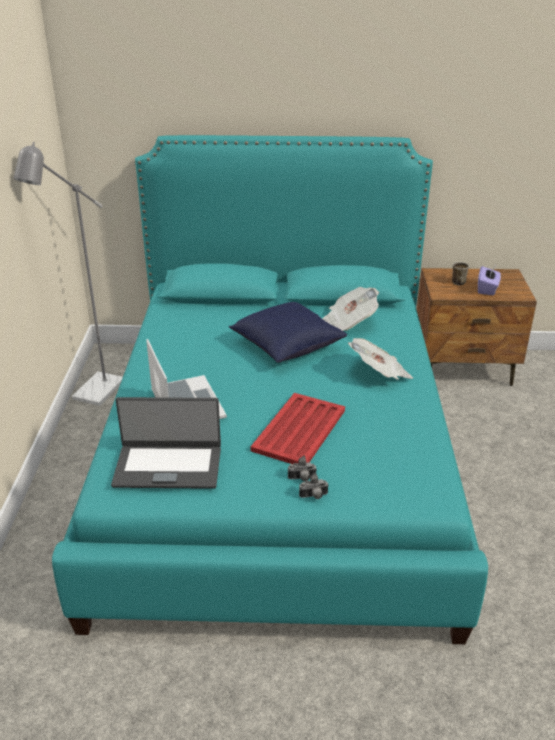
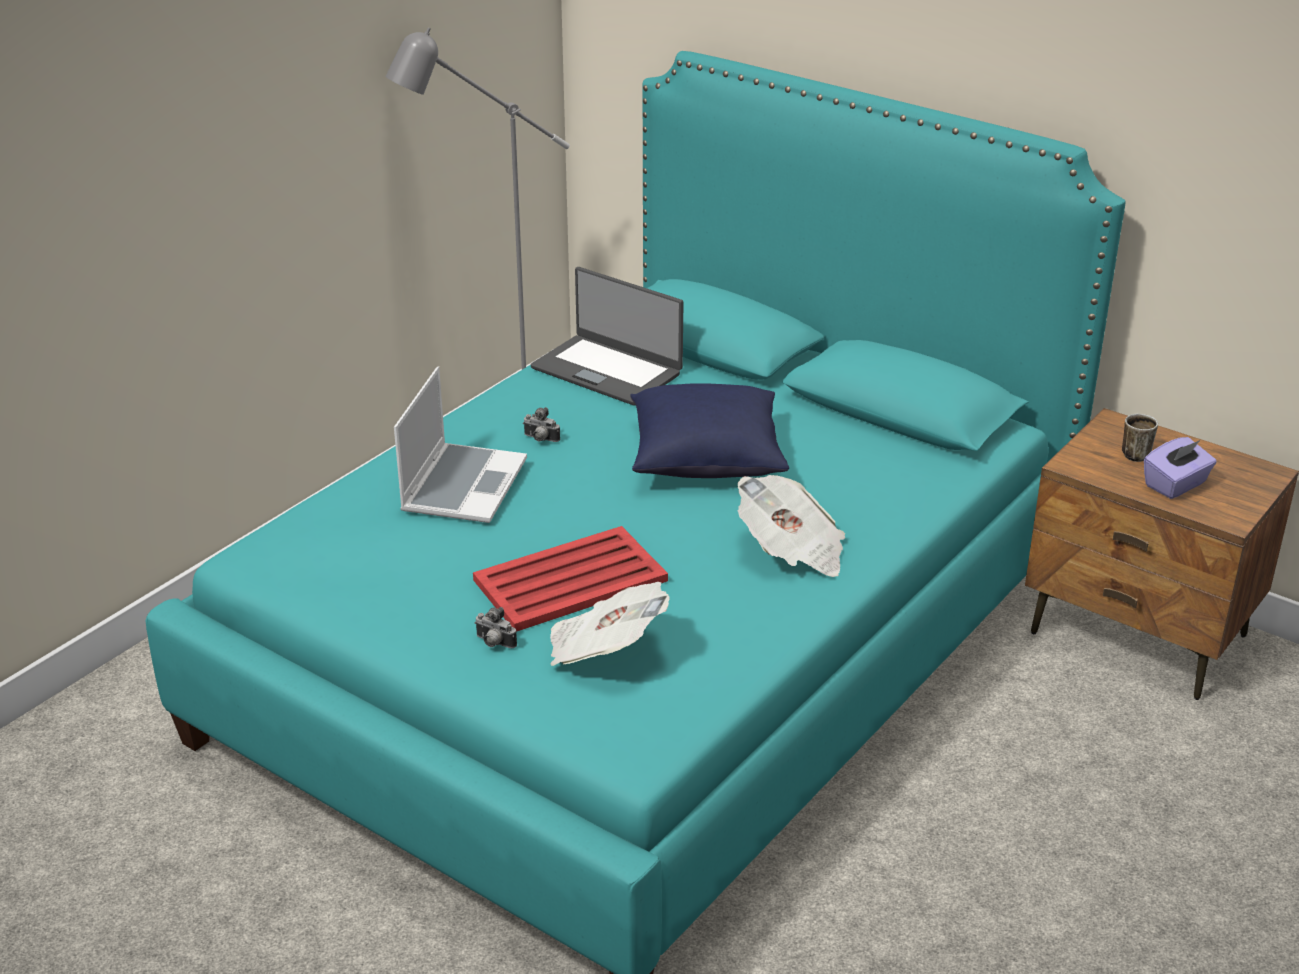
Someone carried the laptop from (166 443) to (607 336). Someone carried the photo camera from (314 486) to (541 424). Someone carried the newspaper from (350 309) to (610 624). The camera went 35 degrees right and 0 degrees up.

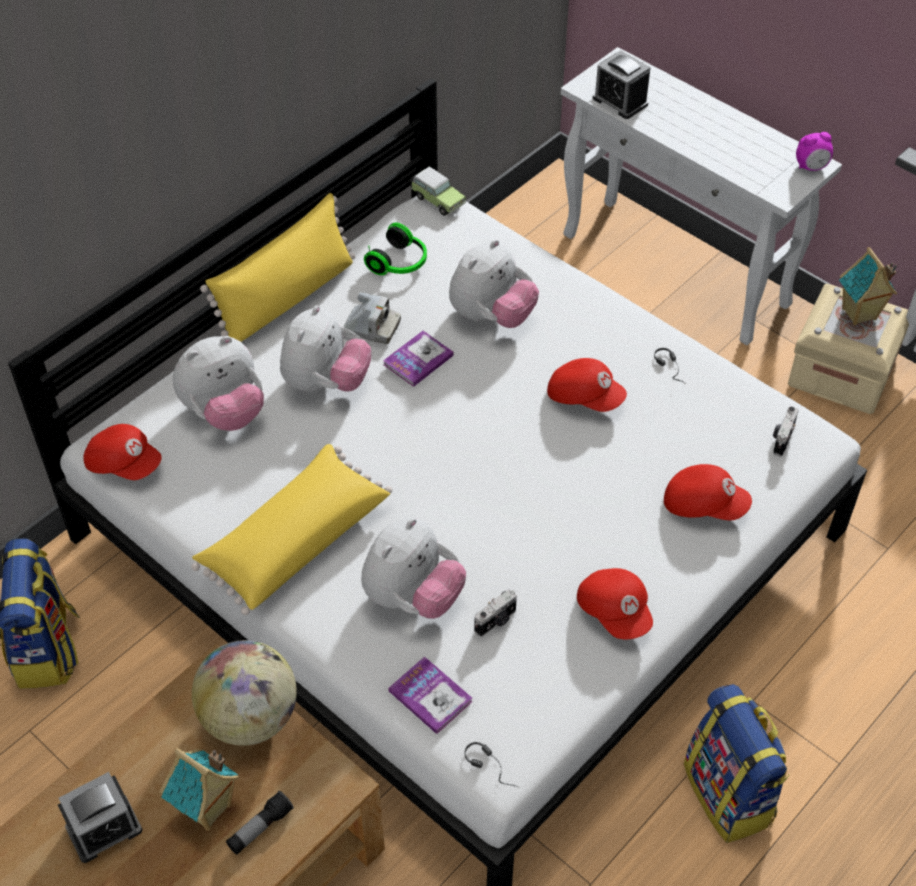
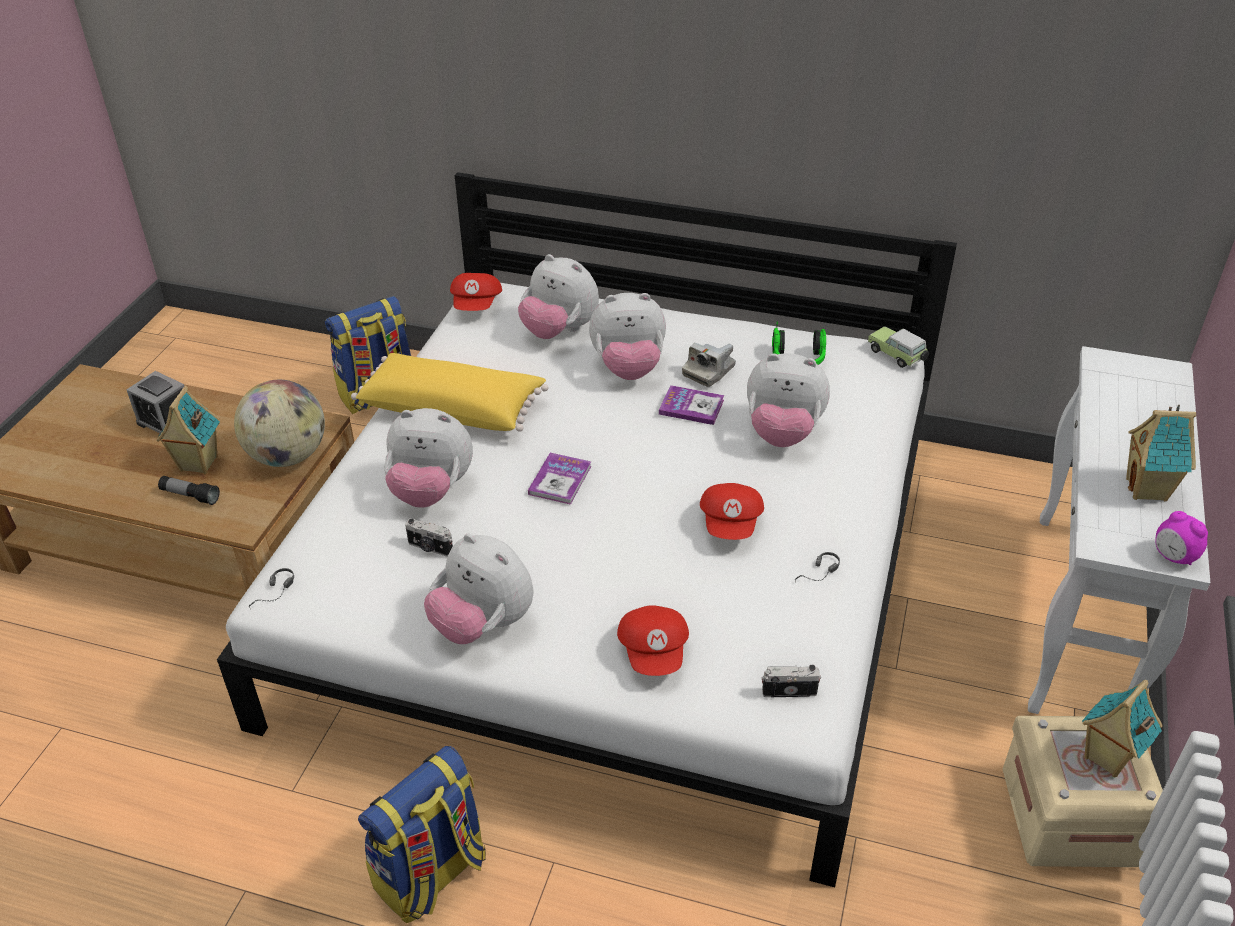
Someone took away the pillow (yellow) at (277 267). Someone rotated the photo camera at (372 318) by 45 degrees clockwise. Someone carried the book from (431 695) to (559 479). Someone rotated the toy car at (438 191) by 120 degrees clockwise. Someone swapped the cap (red) at (615 603) for the plush toy at (479 589). Someone took away the alarm clock at (622 84). Someone put down the toy house at (1161 453). The camera went 65 degrees right and 10 degrees down.

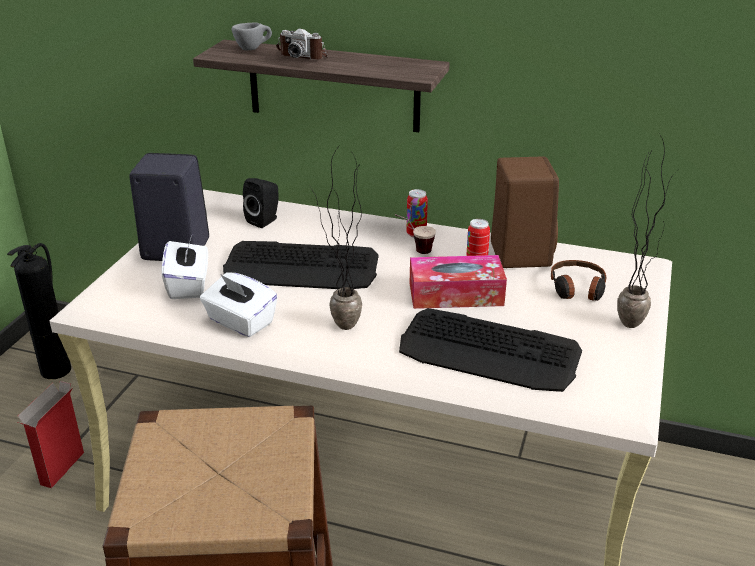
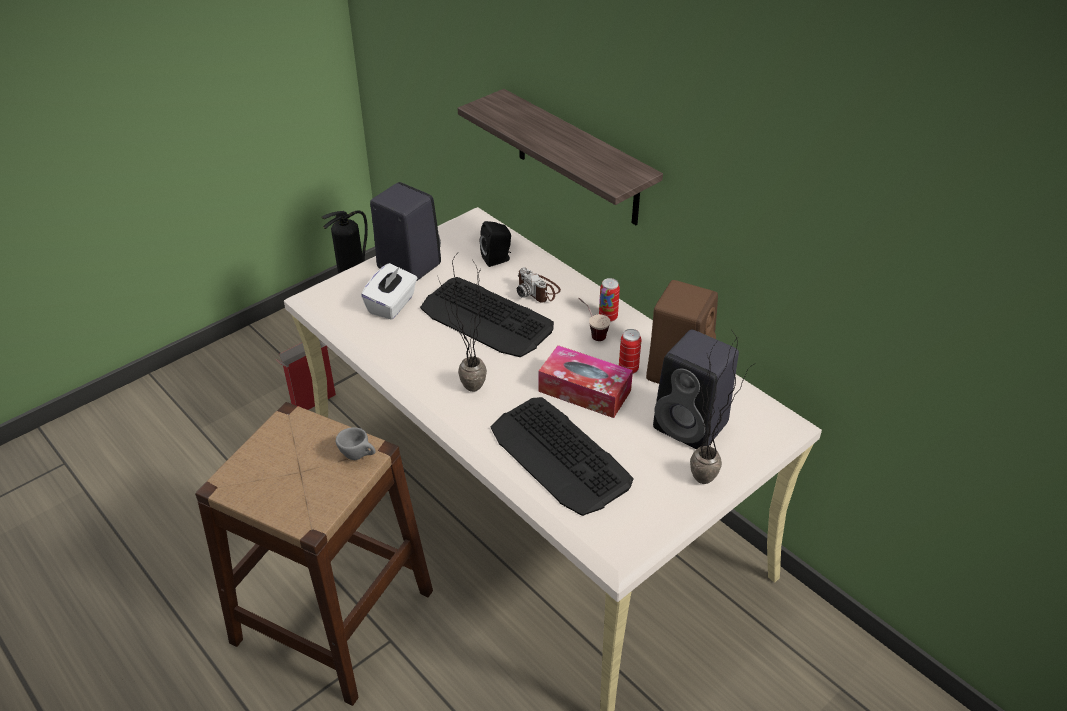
Someone took away the tissue box (white) at (239 304). Someone carried the cup (grey) from (252 36) to (356 443). Someone carried the photo camera from (302 44) to (539 285). Someone swapped the headphones at (579 280) for the speaker (black) at (696 389). The camera went 30 degrees right and 10 degrees up.

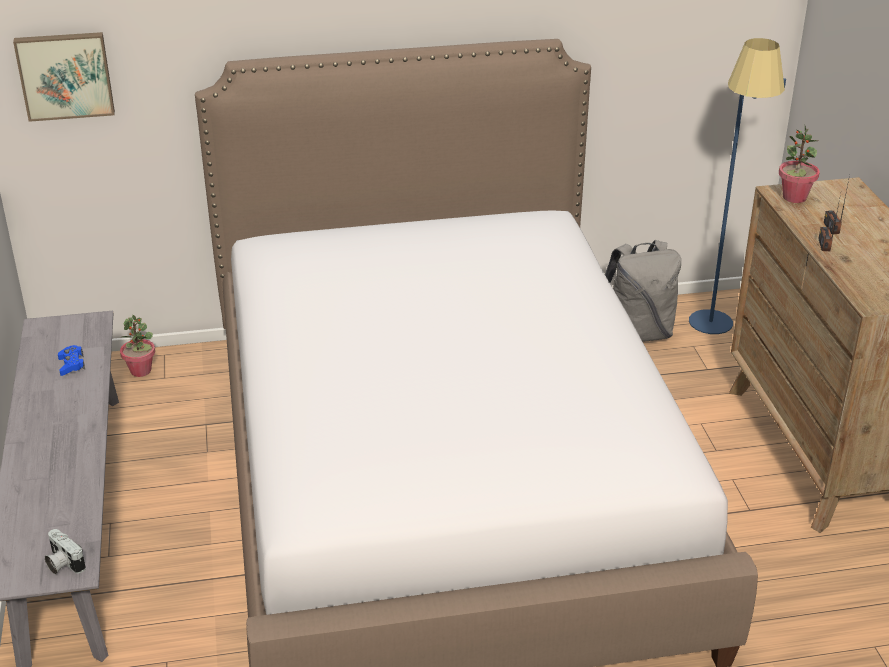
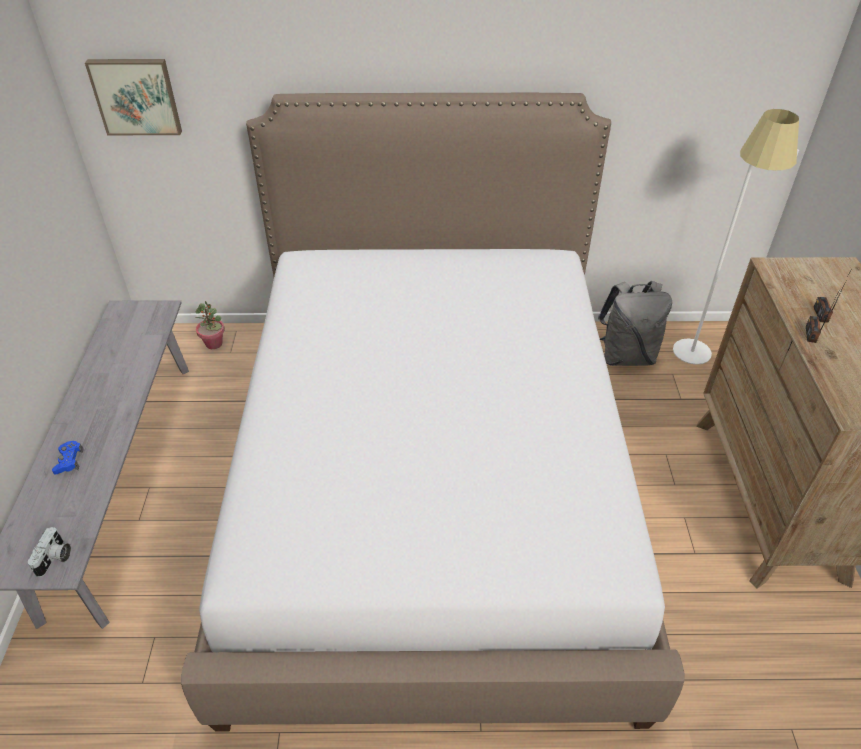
Someone rotated the photo camera at (65 551) by 135 degrees counterclockwise. Someone carried the game controller (blue) from (71 360) to (68 458). Someone repainted the floor lamp (blue) at (737 186), which became the floor lamp (white) at (736 237). Someone took away the potted plant at (799 164). The camera went 10 degrees right and 10 degrees up.

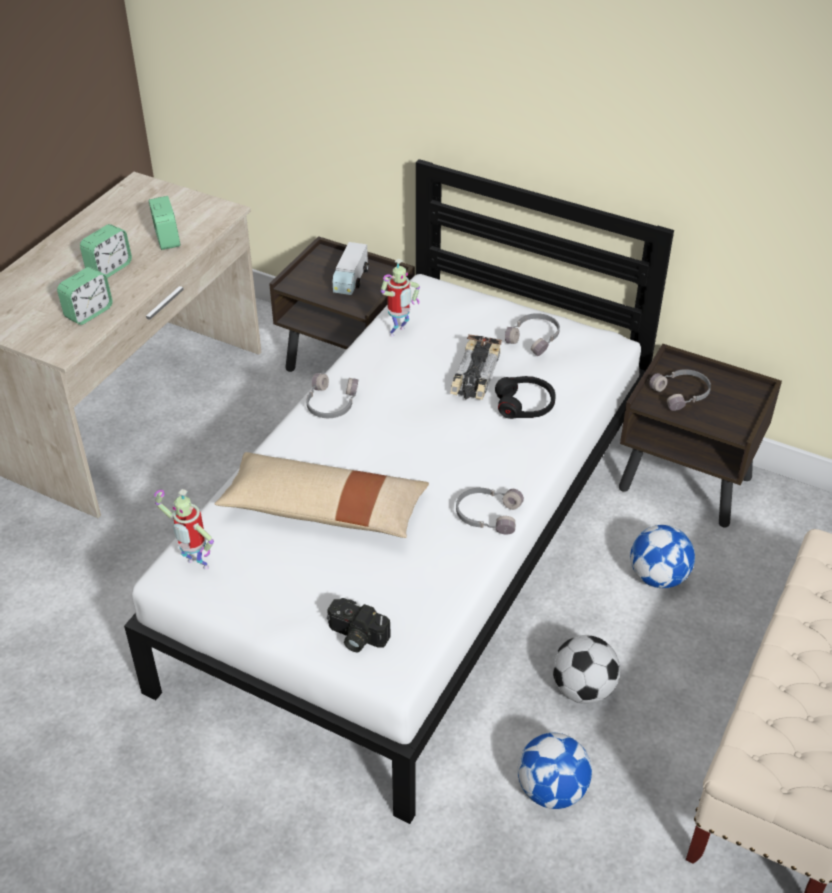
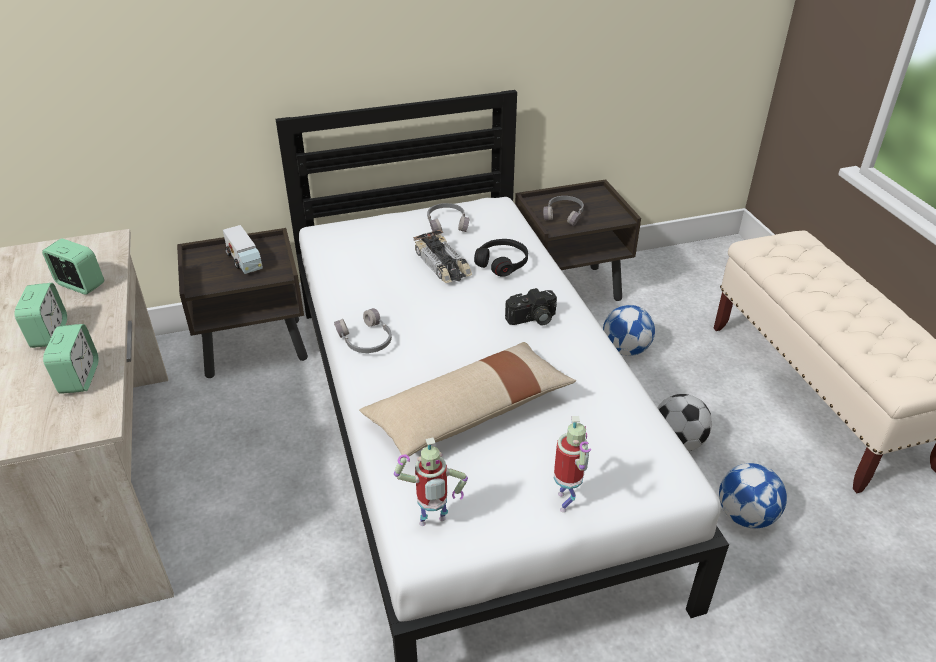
Someone carried the photo camera from (359 625) to (531 306). Someone carried the toy robot from (400 298) to (572 464). Someone took away the headphones (grey) at (490 511). The camera went 45 degrees left and 5 degrees down.

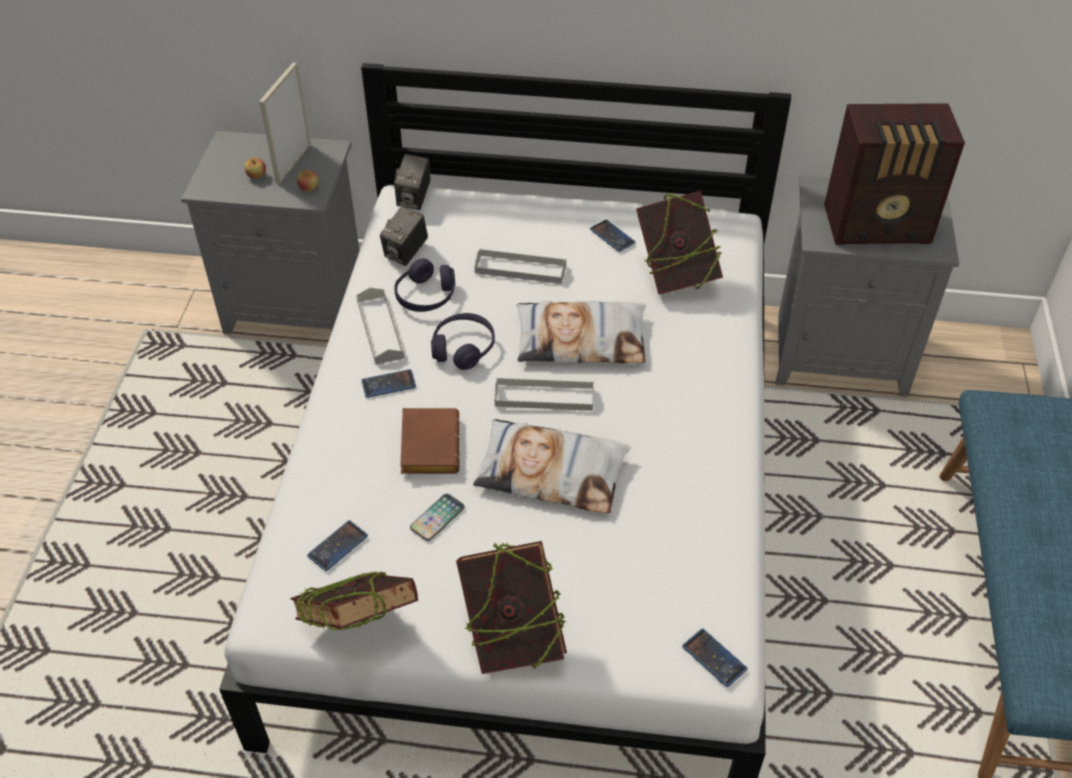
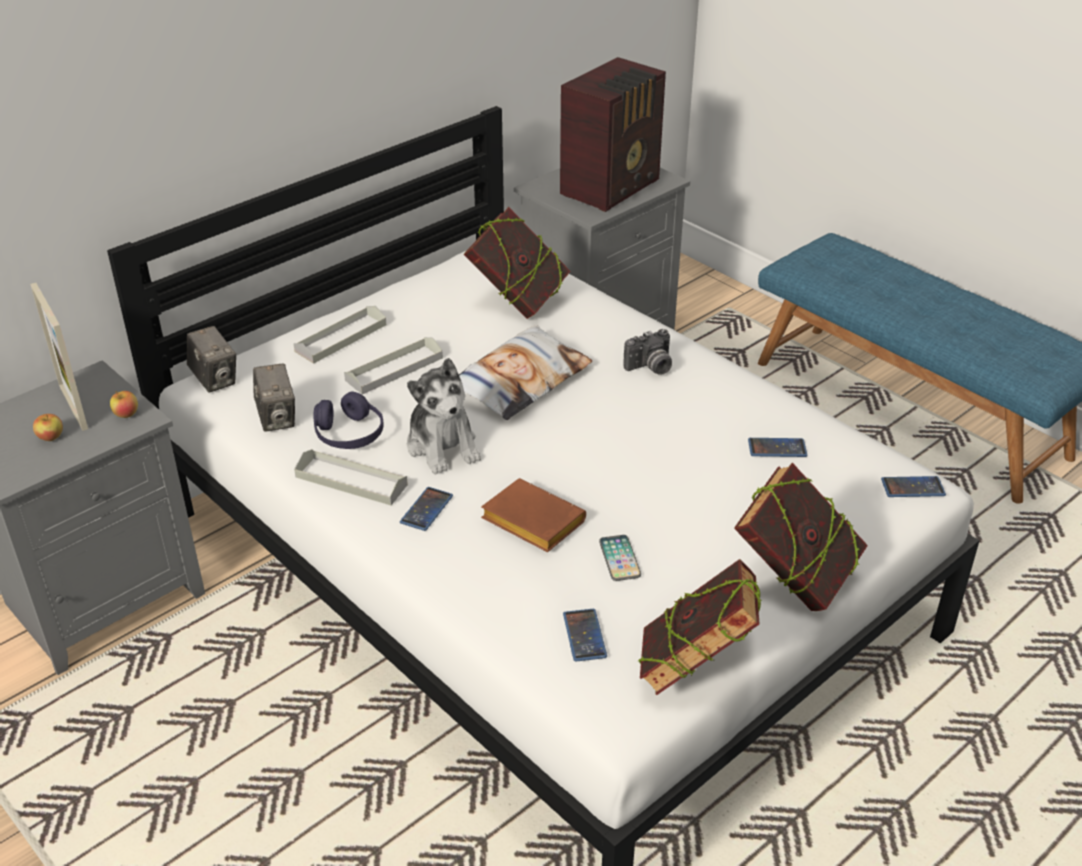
Someone swapped the headphones (purple) at (463 341) for the plush toy at (444 416). Someone took away the pillow at (552 466). Someone carried the tray (grey) from (544 394) to (340 335). Someone carried the phone from (613 236) to (777 447). Someone put down the photo camera at (647 352). The camera went 50 degrees left and 10 degrees down.

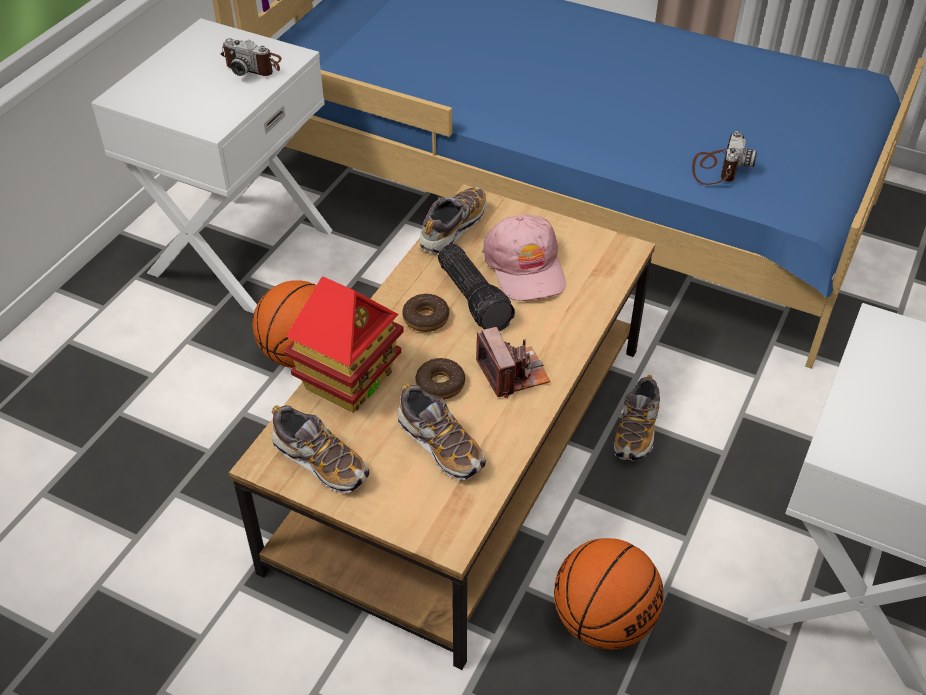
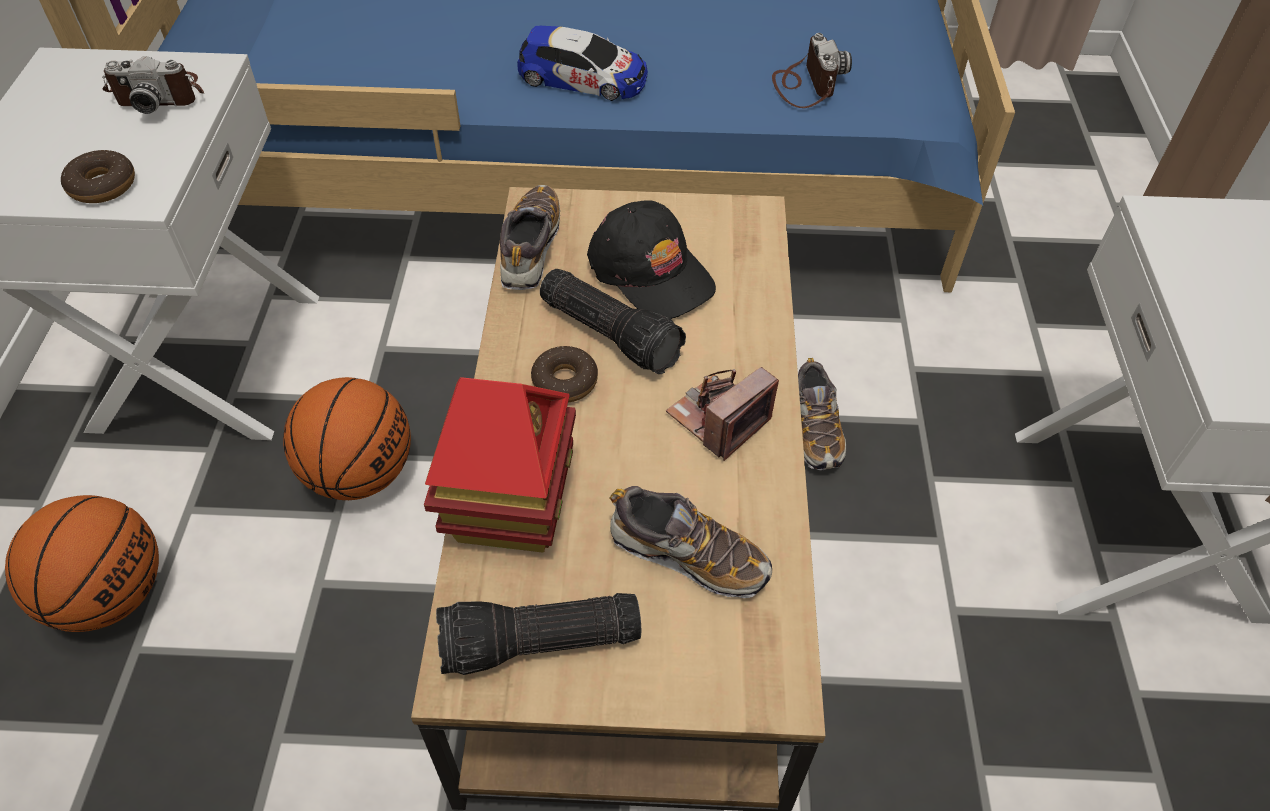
Someone swapped the shoe at (320 449) for the flashlight at (538 634). Someone carried the donut from (440 379) to (98 176). Someone rotated the photo camera at (513 362) by 90 degrees counterclockwise. Someone repainted the cap (pink) at (524 257), which became the cap (black) at (651 259). Someone carried the basketball from (609 593) to (82 563). Someone put down the toy car at (582 63). The camera went 25 degrees left and 5 degrees up.

